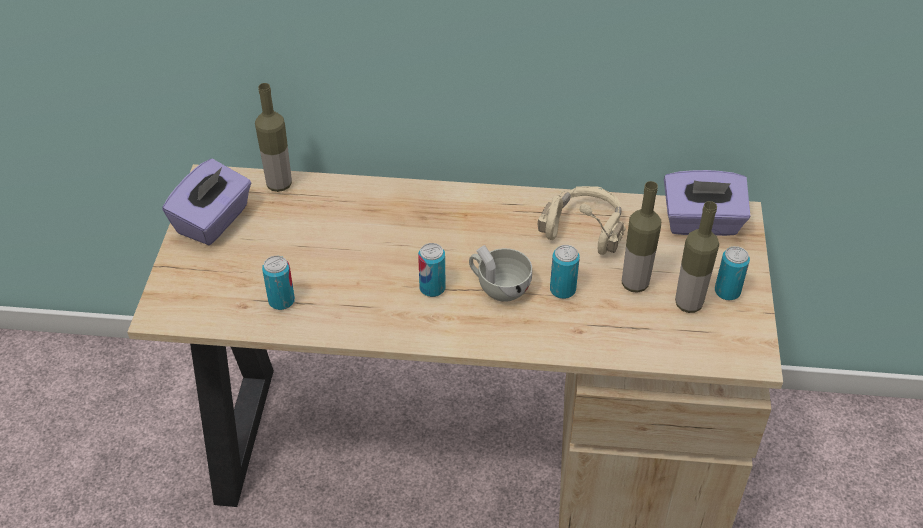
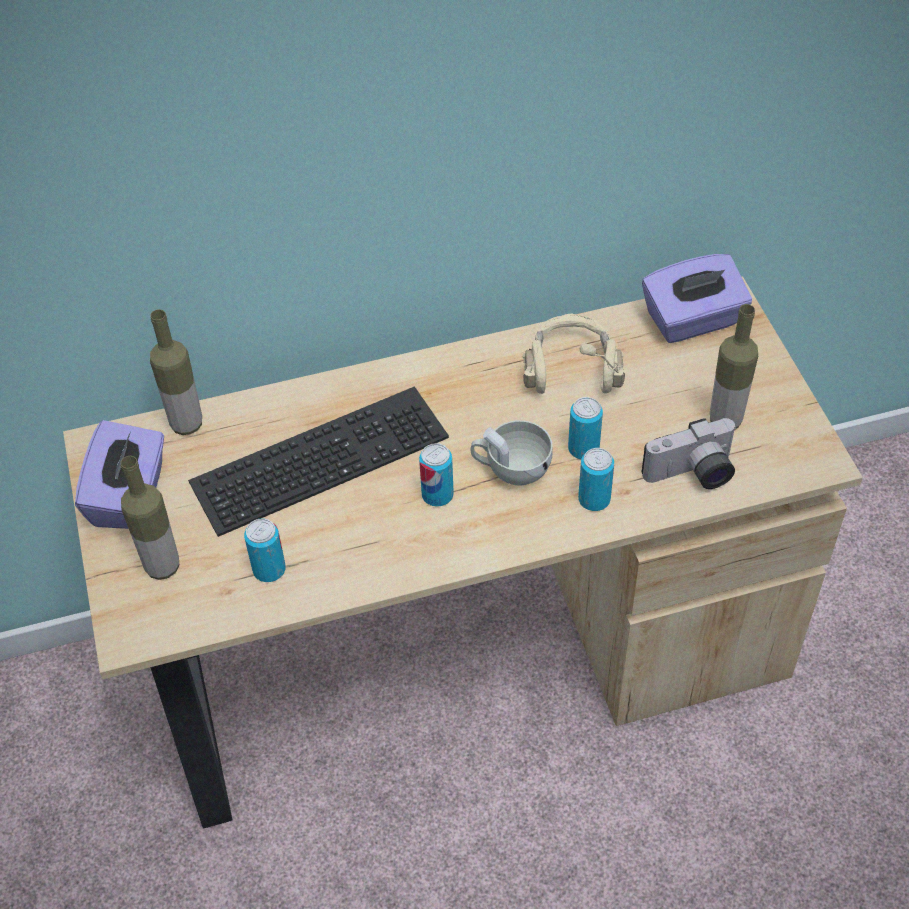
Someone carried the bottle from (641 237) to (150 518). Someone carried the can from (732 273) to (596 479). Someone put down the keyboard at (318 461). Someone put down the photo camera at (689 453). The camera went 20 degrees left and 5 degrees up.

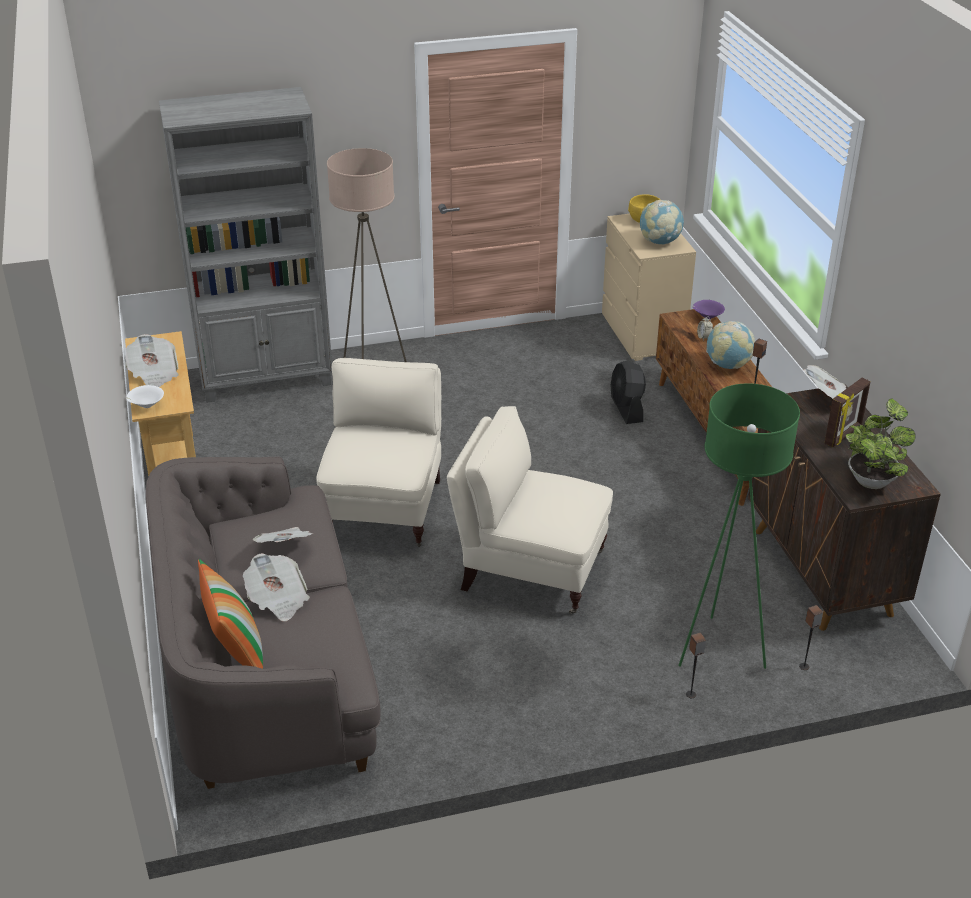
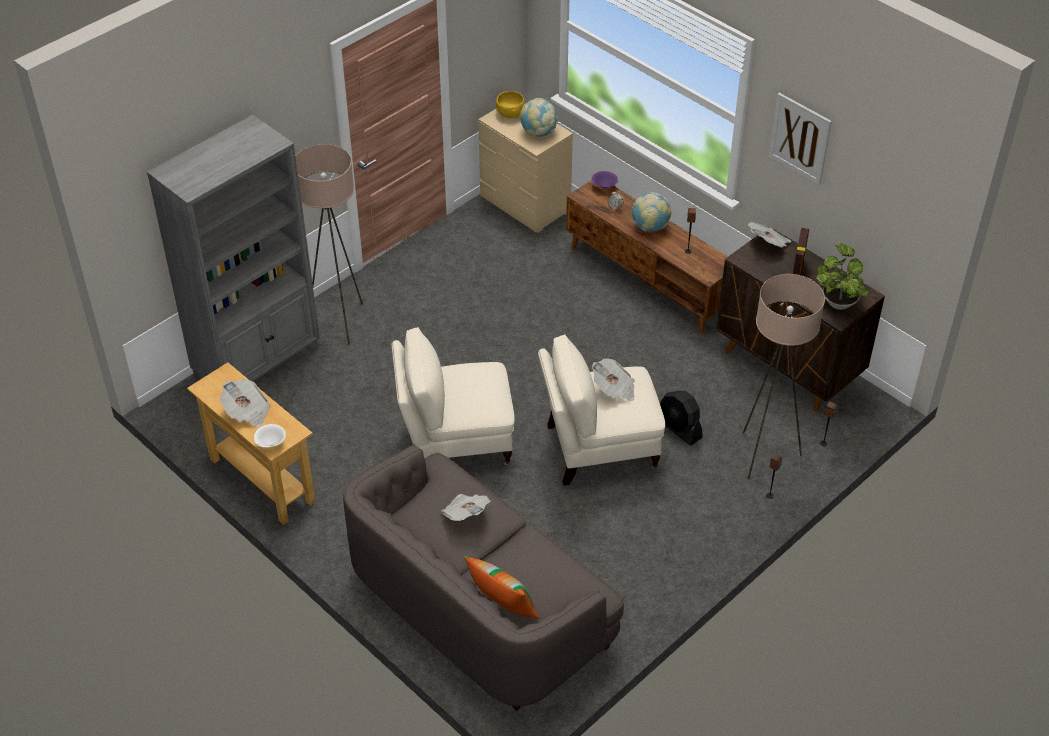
Someone carried the newspaper from (276 587) to (613 379). Someone rotated the armchair (beige) at (378 452) by 75 degrees counterclockwise. Someone carried the fan (black) from (628 392) to (681 418). Someone repainted the floor lamp (green) at (739 526), which became the floor lamp (beige) at (784 376). Someone put up the picture at (800 139). The camera went 30 degrees left and 10 degrees up.

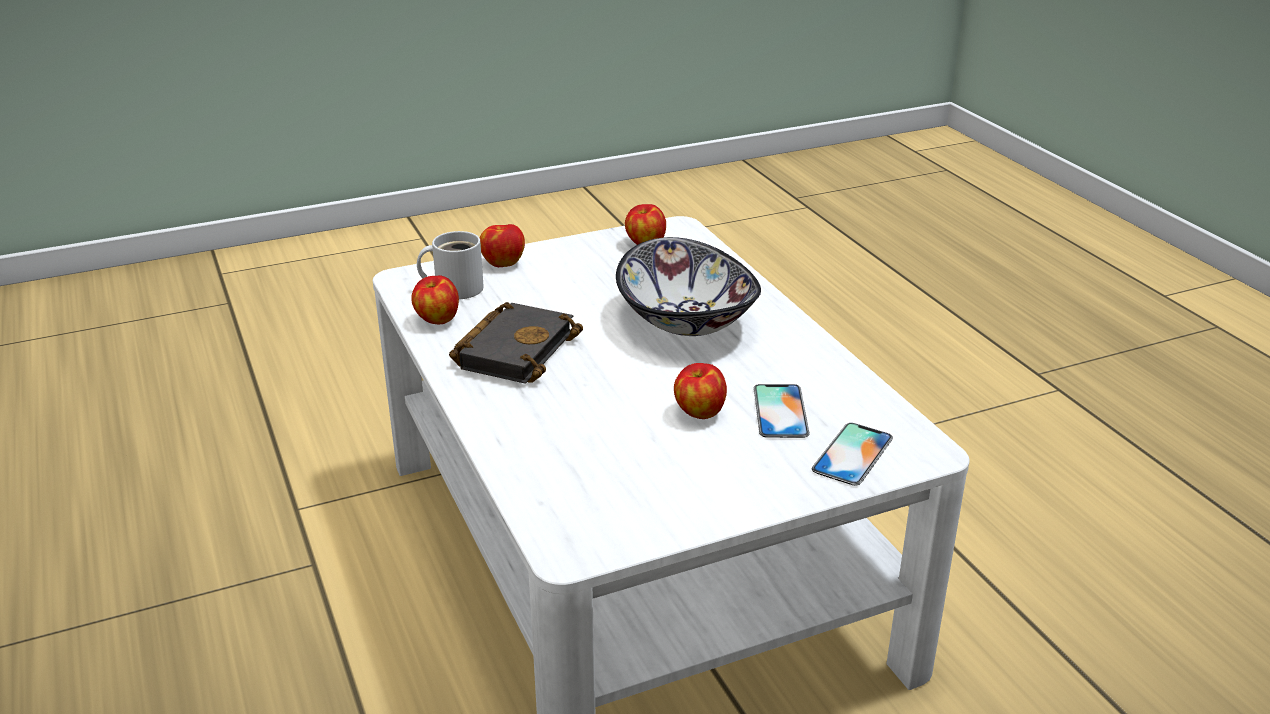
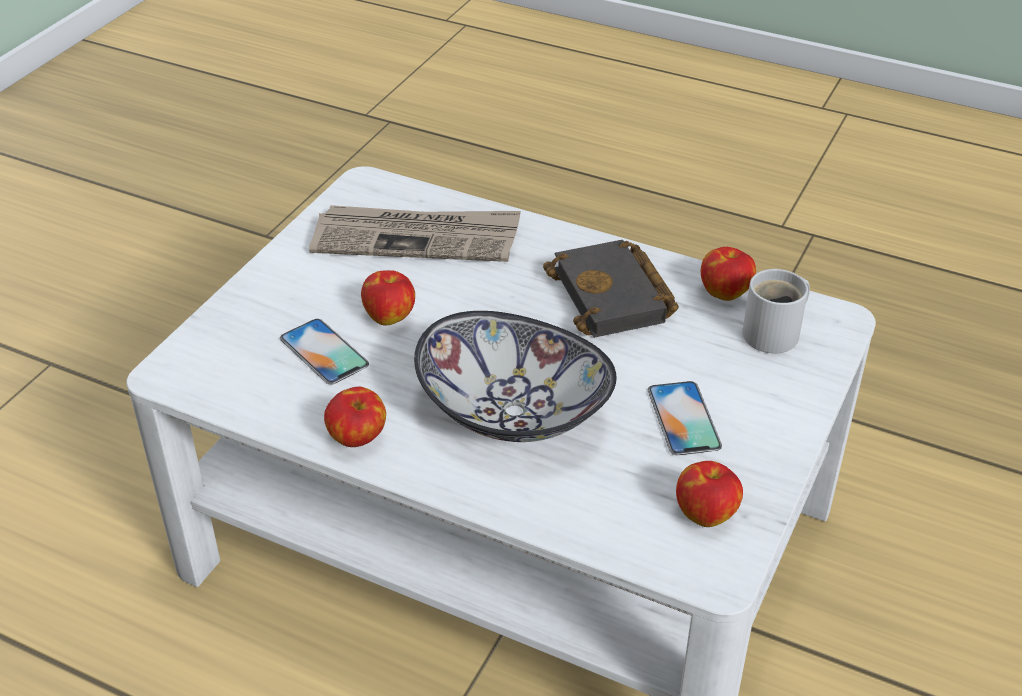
Someone carried the apple from (502 245) to (355 416). Someone carried the phone from (852 454) to (685 418). Someone put down the newspaper at (415 233). The camera went 140 degrees right and 10 degrees up.

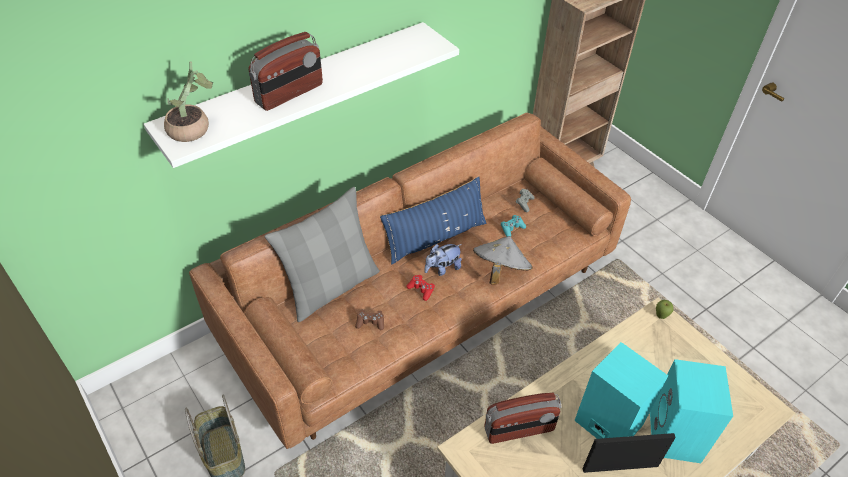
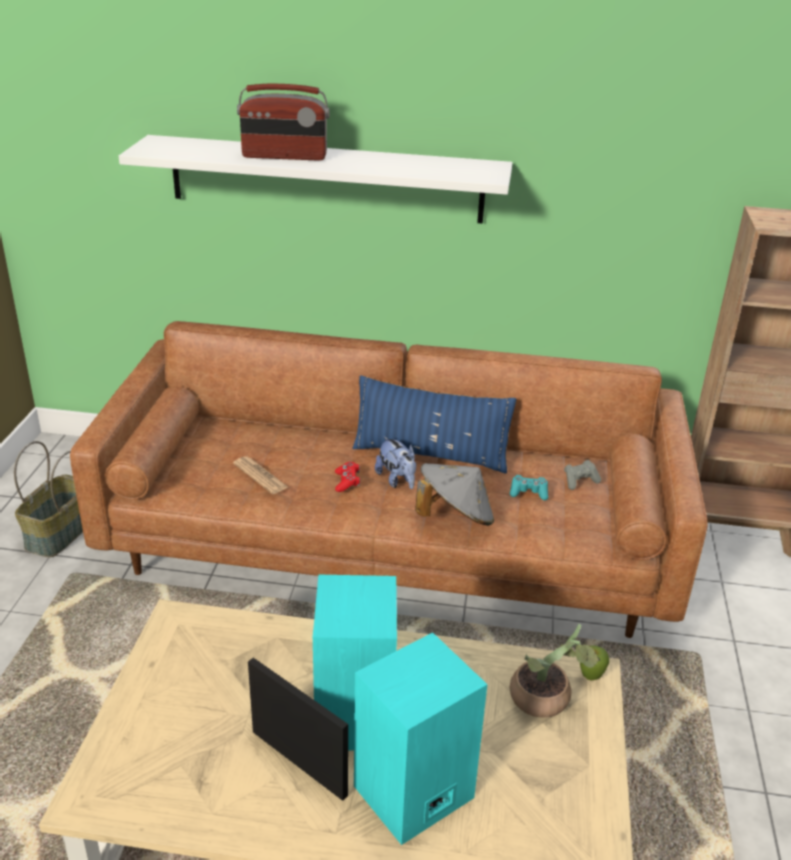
Someone carried the potted plant from (188 101) to (555 671). Someone took away the pillow (grey) at (322 254). Someone swapped the game controller (brown) at (369 320) for the newspaper at (261 475). Someone rotated the plush toy at (443 260) by 135 degrees counterclockwise. Someone took away the radio at (523 418). The camera went 45 degrees right and 15 degrees down.

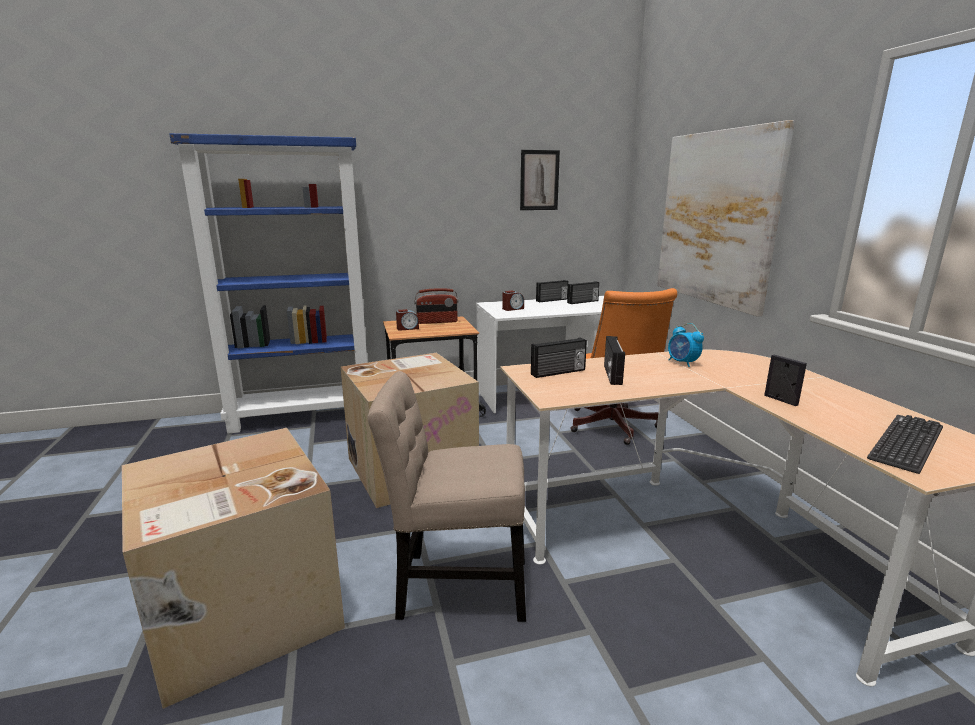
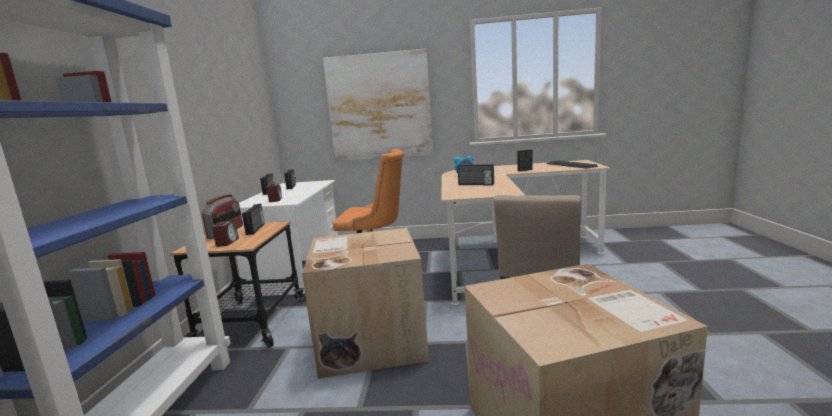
Someone took away the picture at (540 180). Someone carried the radio from (559 357) to (253 219). The camera went 70 degrees left and 5 degrees down.

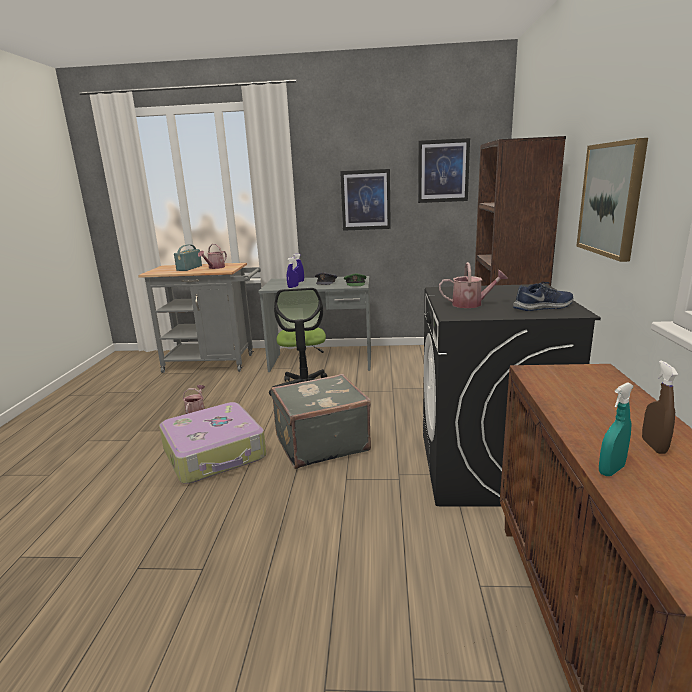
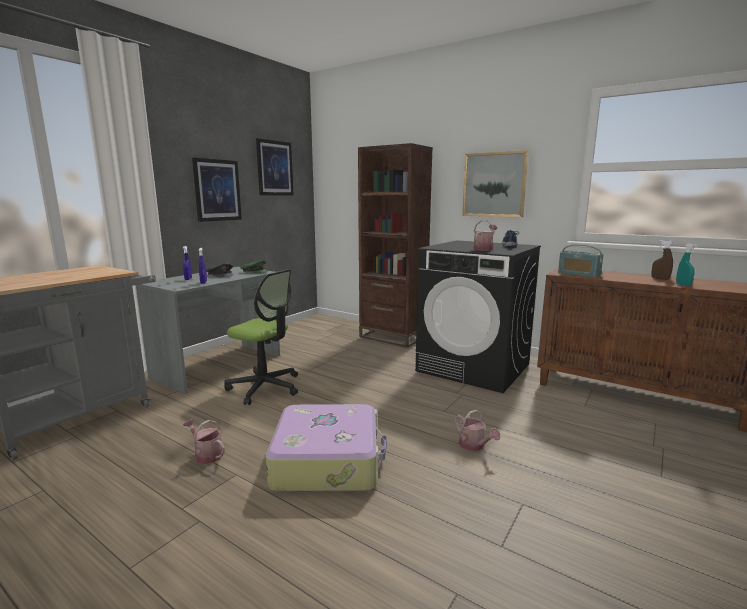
Someone carried the radio from (188 257) to (581 261). Someone carried the watering can from (212 256) to (478 430). Someone took away the suitcase (grey) at (321 421). The camera went 60 degrees left and 5 degrees down.

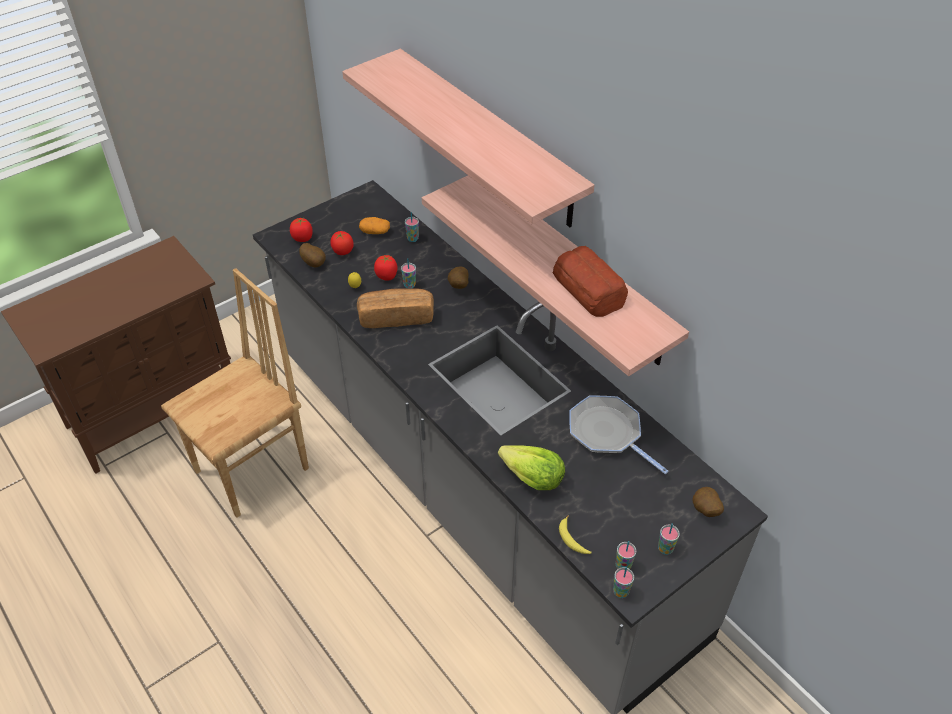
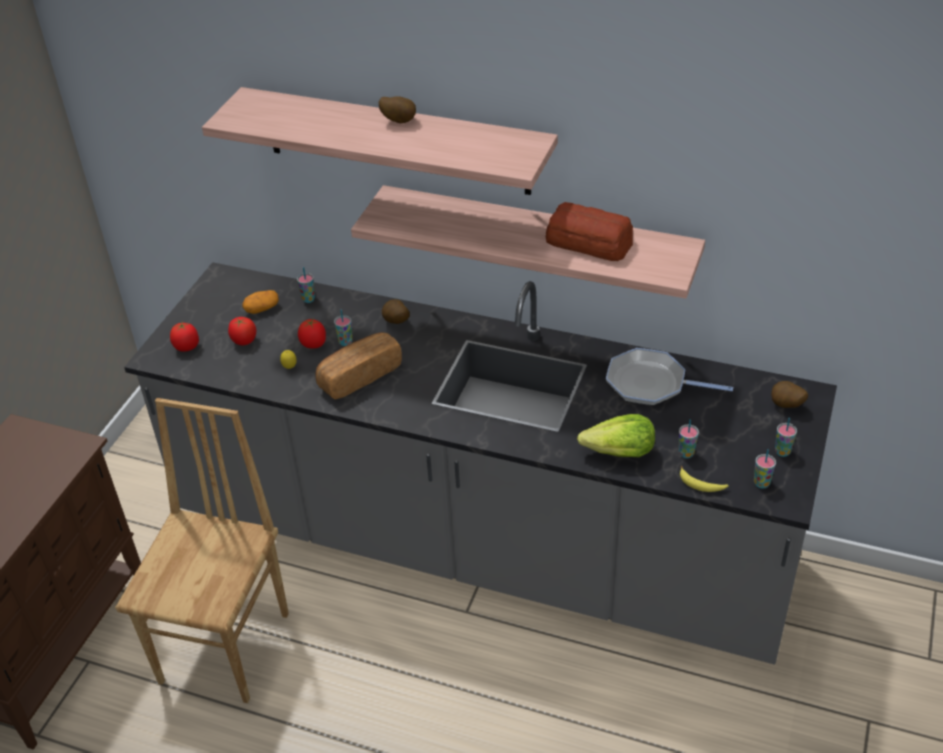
Someone carried the potato from (312 255) to (397 109). Someone carried the cup from (623 582) to (689 438). The camera went 30 degrees left and 5 degrees down.

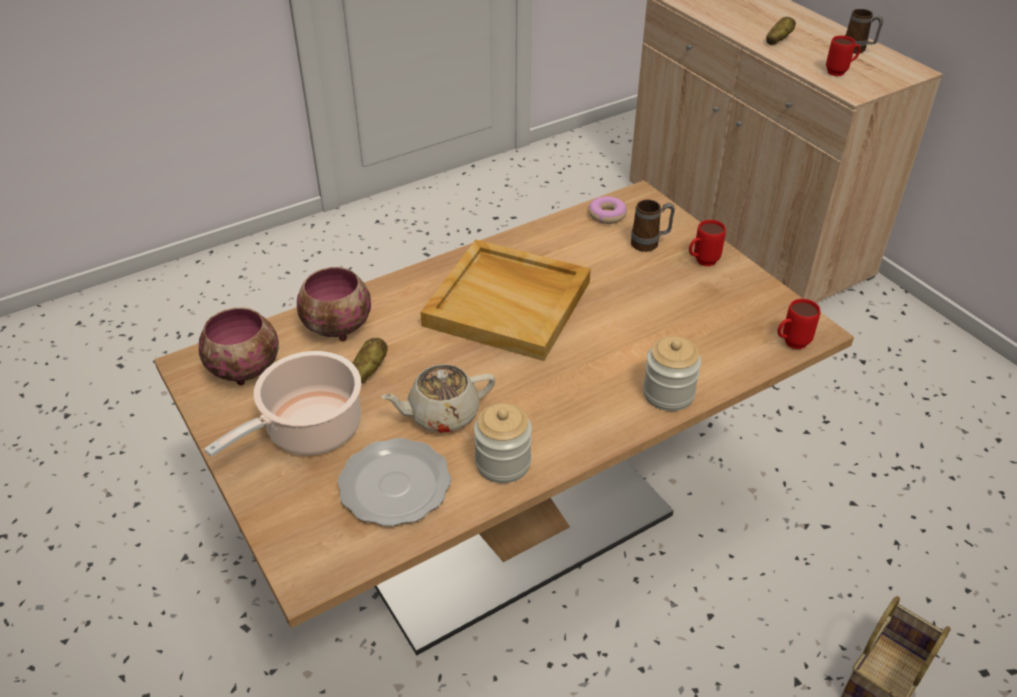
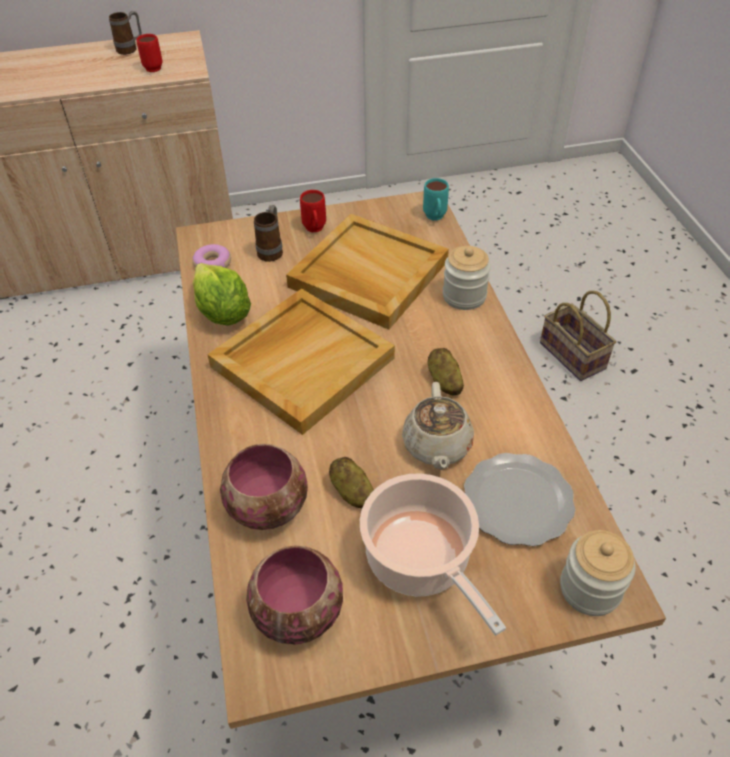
Someone carried the jar from (503 443) to (598 573). Someone carried the potato from (781 31) to (446 371). Someone repainted the mug (red) at (798 324), which became the mug (turquoise) at (436 199). Someone put down the lettuce at (221 294). Someone put down the tray (beige) at (367 272). The camera went 70 degrees left and 5 degrees up.

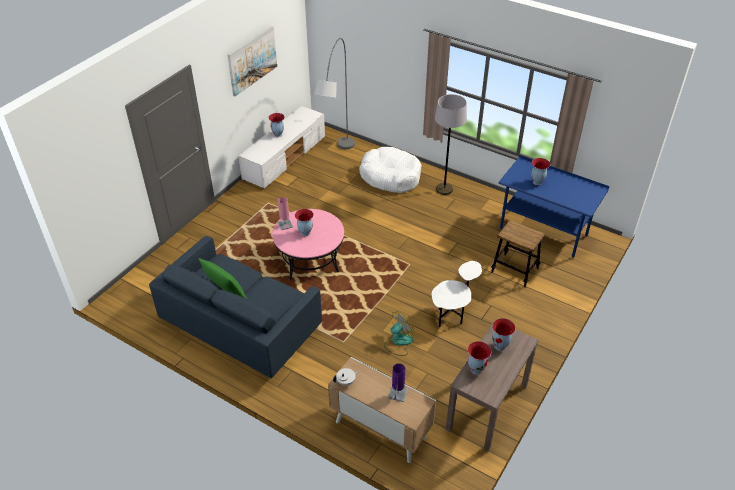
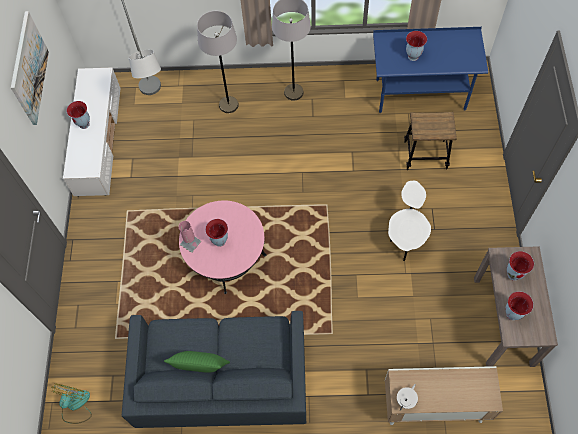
Someone swapped the dog bed (white) at (390 170) for the floor lamp (grey) at (218 62). Someone carried the fan from (399 333) to (72 403). Someone took away the table lamp (purple) at (398 382). The camera went 30 degrees left and 20 degrees up.

